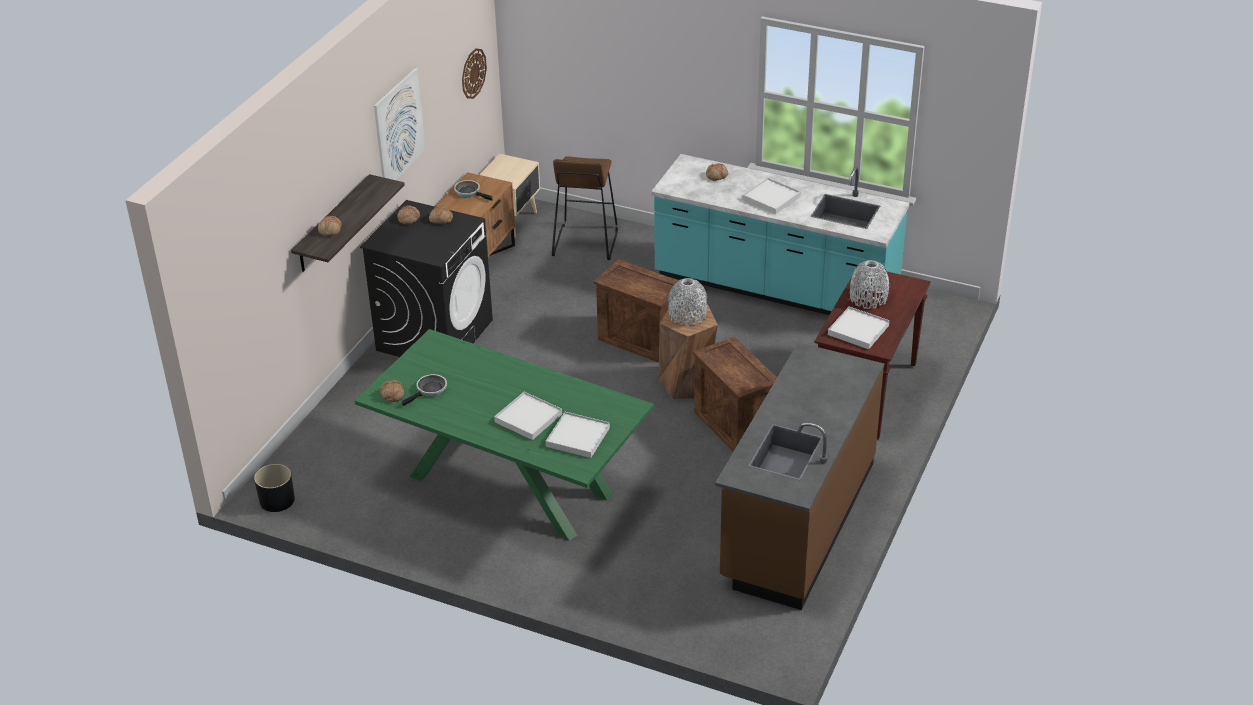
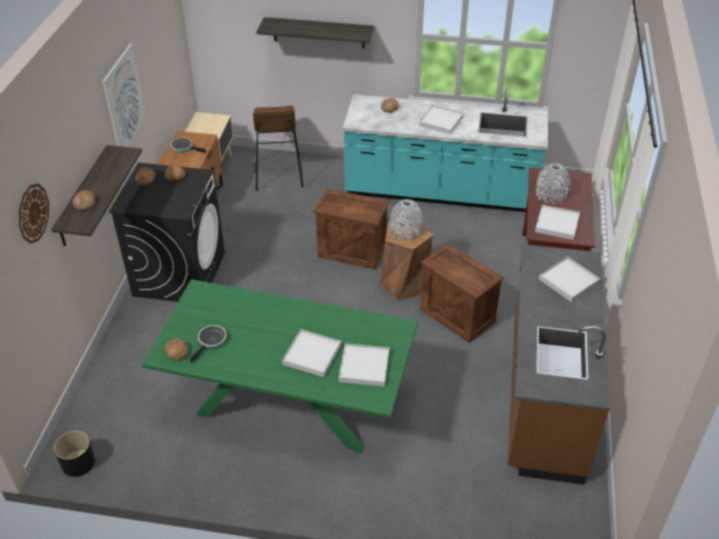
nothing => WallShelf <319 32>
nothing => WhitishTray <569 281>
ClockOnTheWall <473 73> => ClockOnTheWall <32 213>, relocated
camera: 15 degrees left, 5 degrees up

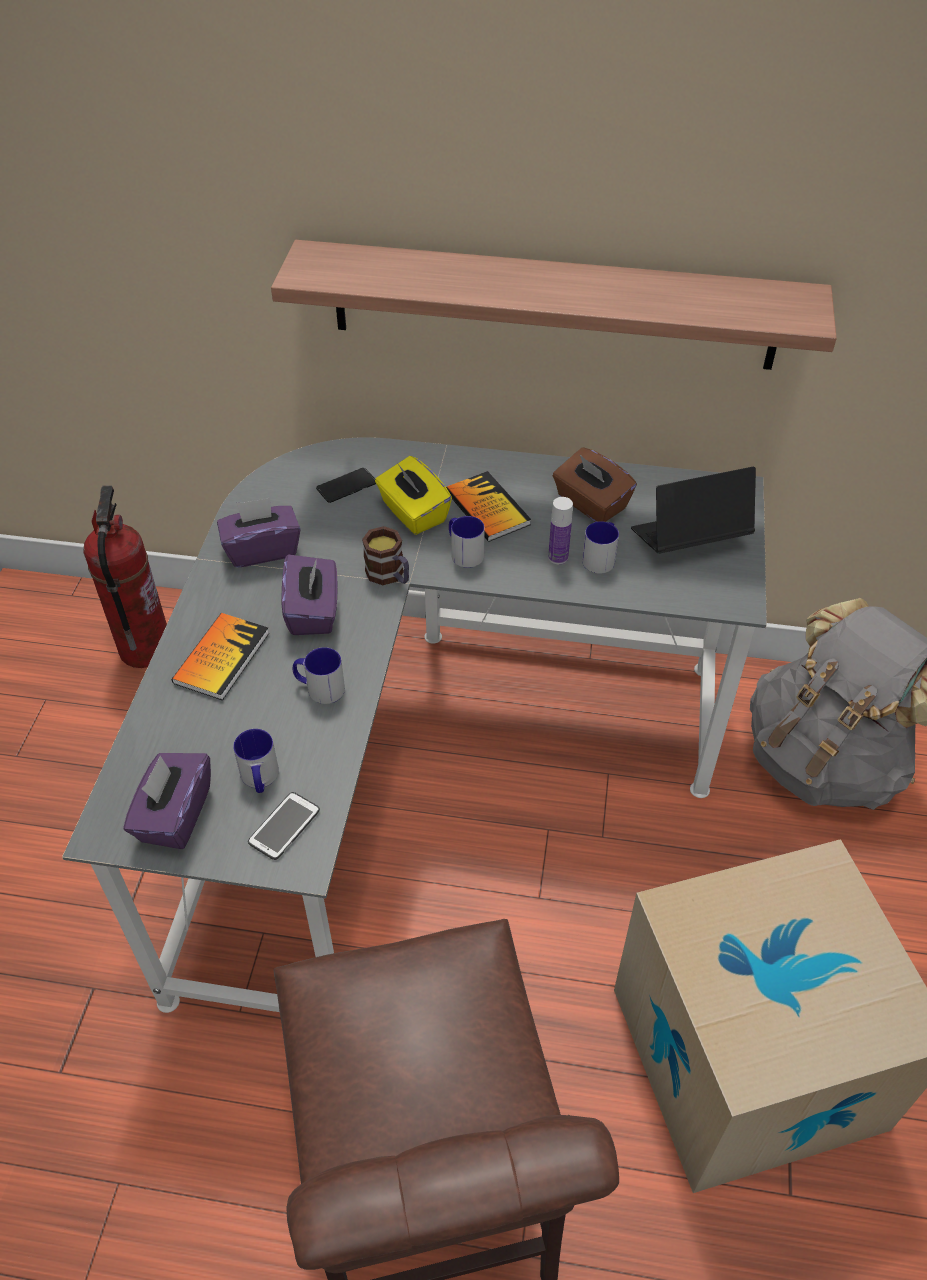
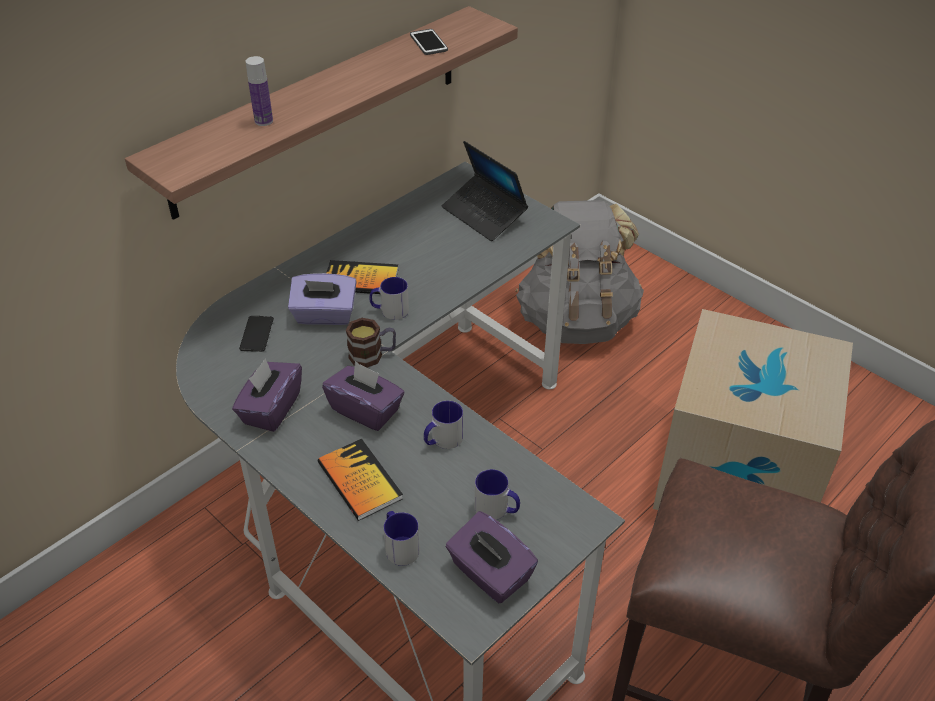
Extinguisher <145 649> => nothing
BrownColouredTissueBox <590 504> => nothing
Handset <284 826> => Handset <428 43>, relocated
Bottle <558 557> => Bottle <263 121>, relocated
TeaMug <601 557> => TeaMug <399 546>, relocated
YellowishTissueBox <413 513> => PurpleTissueBox <324 315>
PortableComputer <689 539> => PortableComputer <484 214>, 60 degrees counterclockwise
camera: 55 degrees left, 5 degrees down

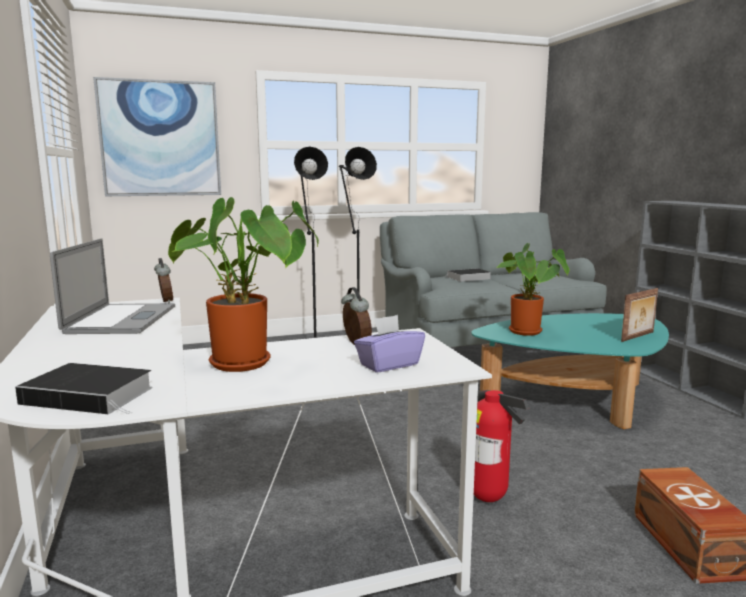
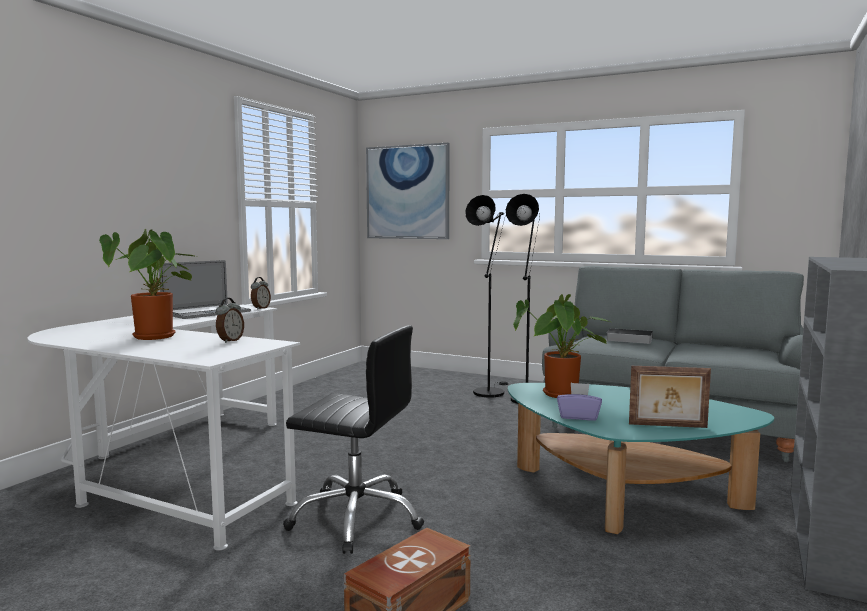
Book <92 395> => nothing
PurpleTissueBox <388 364> => PurpleTissueBox <578 416>, relocated
Extinguisher <488 499> => BlackishOfficeChair <356 518>
camera: 45 degrees right, 5 degrees down

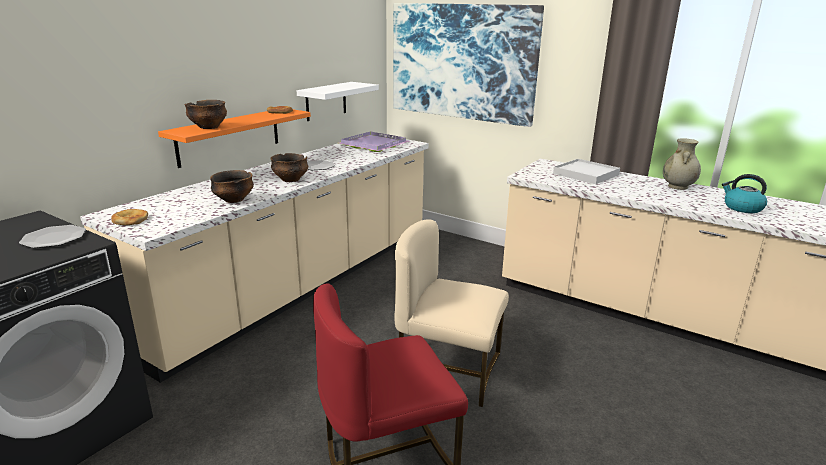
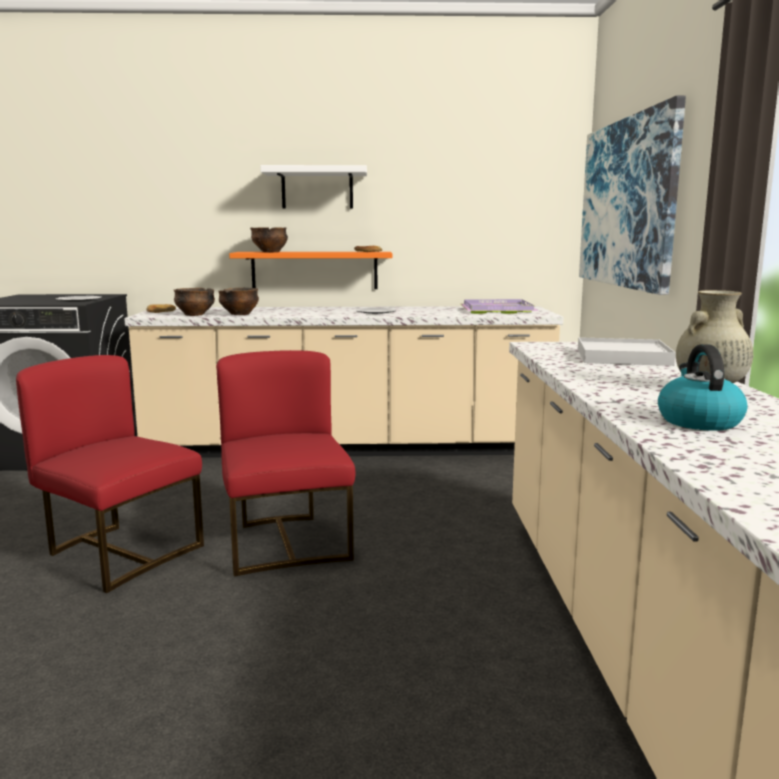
DeepDish <290 180> => DeepDish <195 315>, relocated
WhitishWallShelf <326 101> => WhitishWallShelf <317 188>, relocated
BeigeChair <448 369> => RedColouredChair <286 543>
camera: 55 degrees right, 10 degrees down

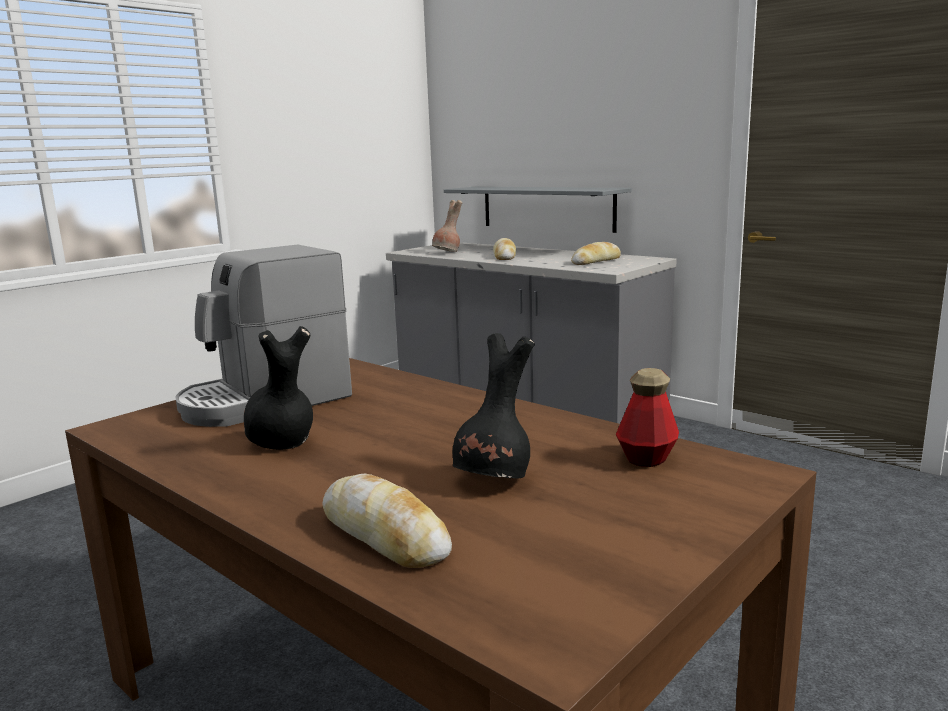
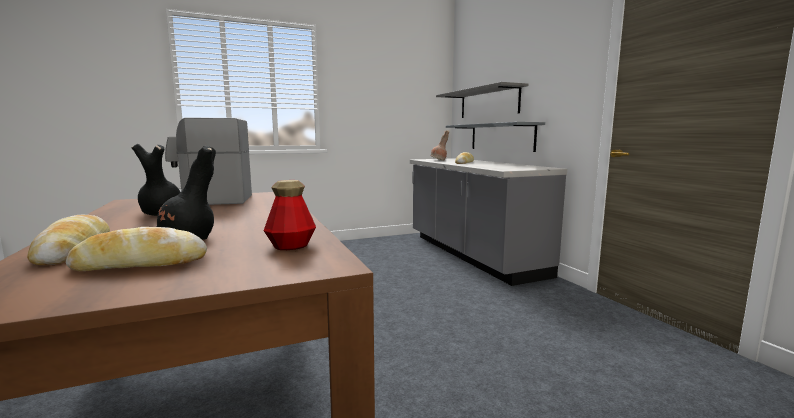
nothing => GreyWallShelf <488 103>
BakedBread <596 261> => BakedBread <140 264>, relocated
camera: 25 degrees right, 5 degrees down

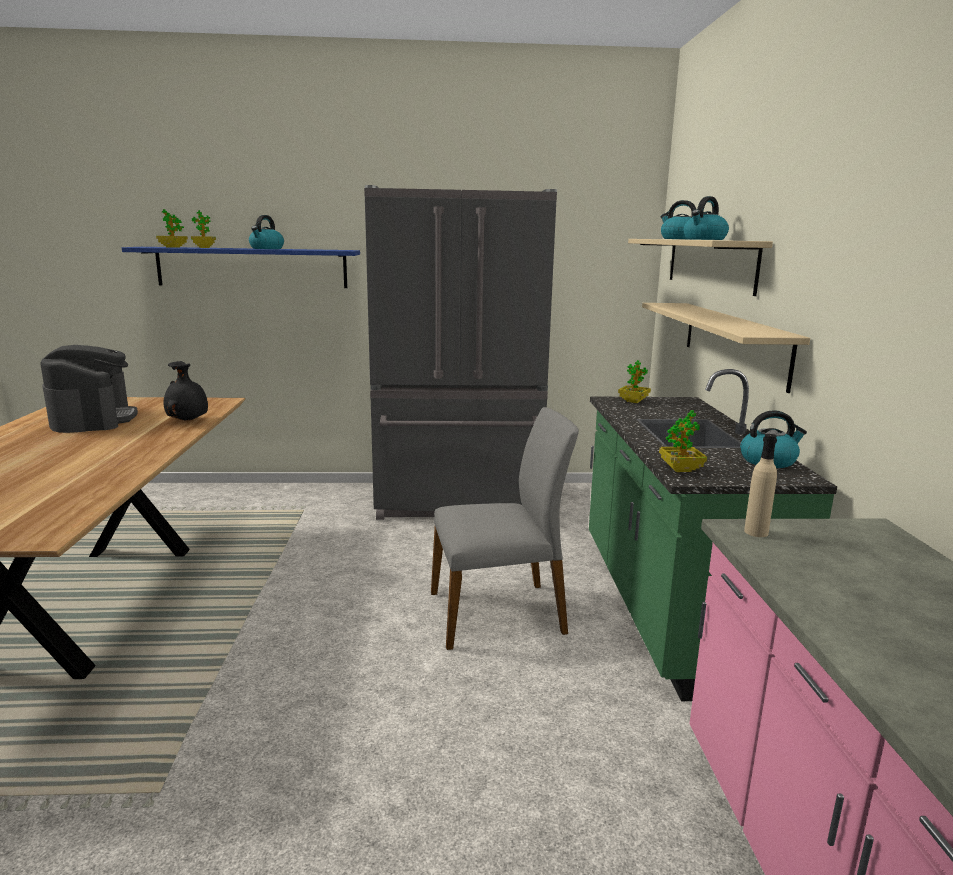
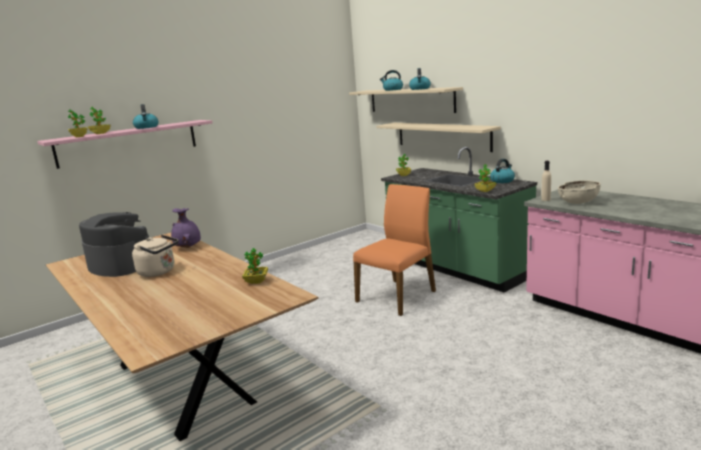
GreyRefrigerator <458 502> => nothing
nothing => BeigeWaterKettle <159 272>
nothing => PottedPlant <256 281>
nothing => BeigeDeepDish <578 202>
BlueColouredWallShelf <252 267> => PinkishWallShelf <128 143>
BlackishDecorativeVase <188 421> => PurpleDecorativeVase <188 247>
GreyChair <498 613> => OrangeChair <397 296>
camera: 35 degrees left, 0 degrees up

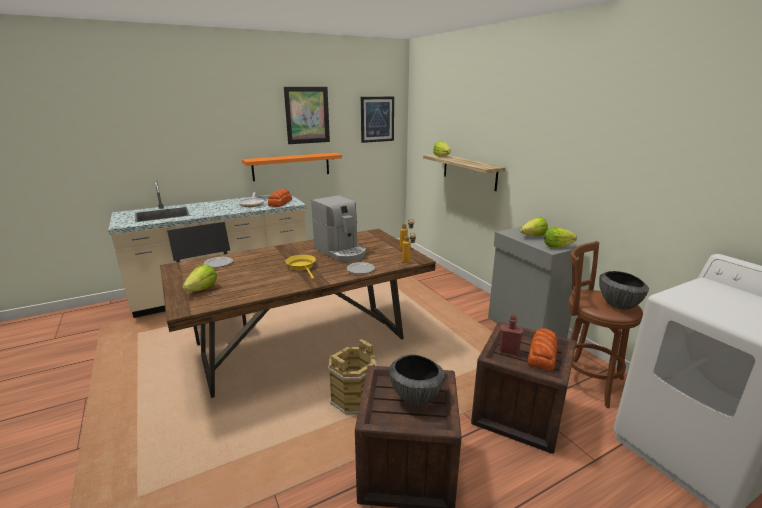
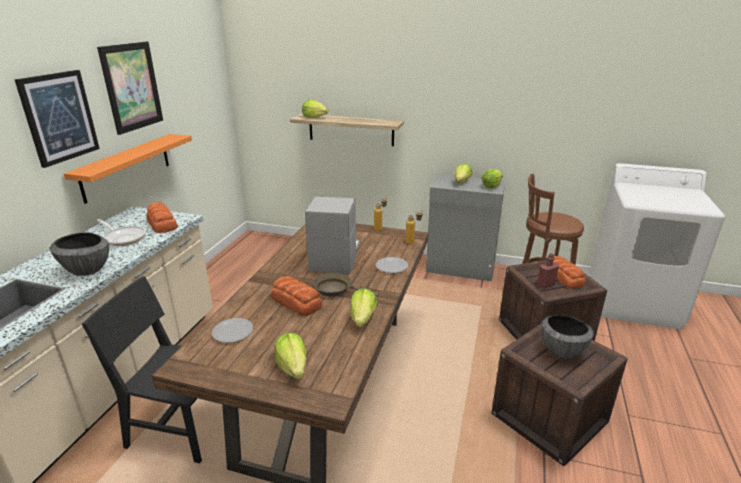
BrownColouredWaterBucket <354 399> => nothing
nothing => BakedBread <296 301>
nothing => Lettuce <363 319>
WallPicture <377 119> => WallPicture <59 117>, relocated
DeepDish <618 305> => DeepDish <87 270>, relocated
YellowishFryingPan <302 267> => BrownColouredFryingPan <336 289>
CoffeeMaker <341 252> => CoffeeMaker <335 257>, 90 degrees counterclockwise
camera: 45 degrees left, 5 degrees up

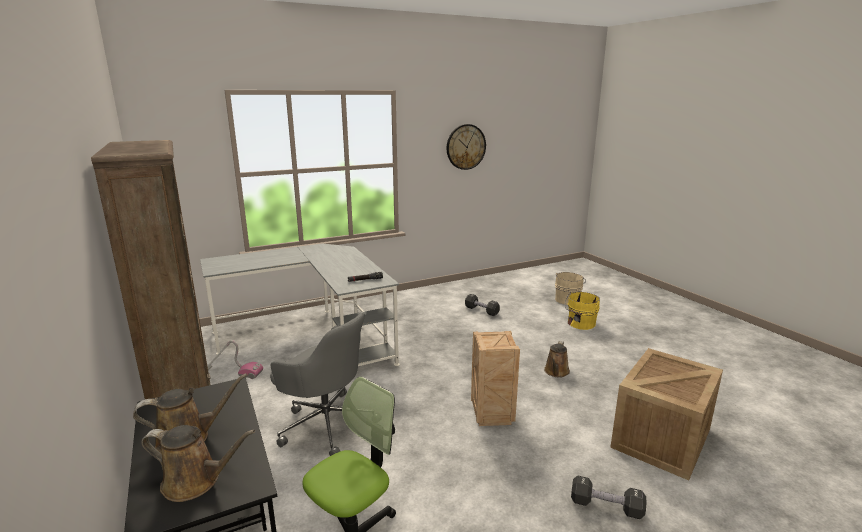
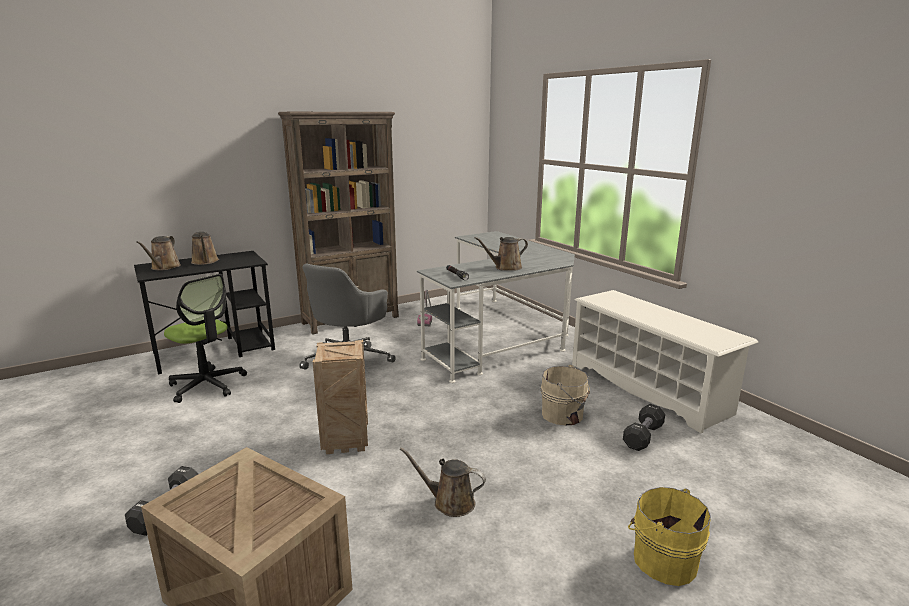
ClockOnTheWall <466 147> => nothing
nothing => BrownColouredWateringPot <505 268>
nothing => WhitishShoeShelf <648 388>
BeigeWaterBucket <568 300> => BeigeWaterBucket <564 415>, relocated
camera: 85 degrees right, 0 degrees up

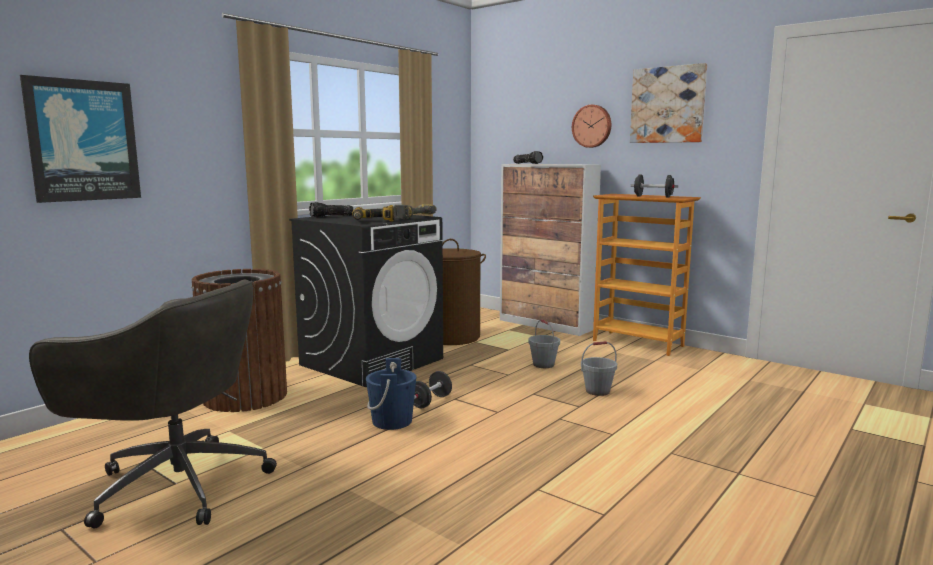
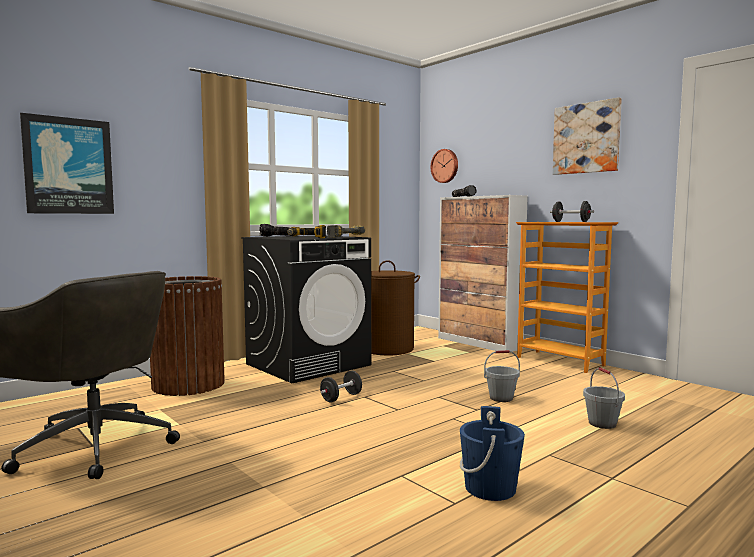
BlueColouredWaterBucket <392 421> => BlueColouredWaterBucket <490 488>, relocated
GreyWaterBucket <544 365> => GreyWaterBucket <602 423>, relocated
ClockOnTheWall <592 126> => ClockOnTheWall <445 166>, relocated
camera: 10 degrees right, 5 degrees down

